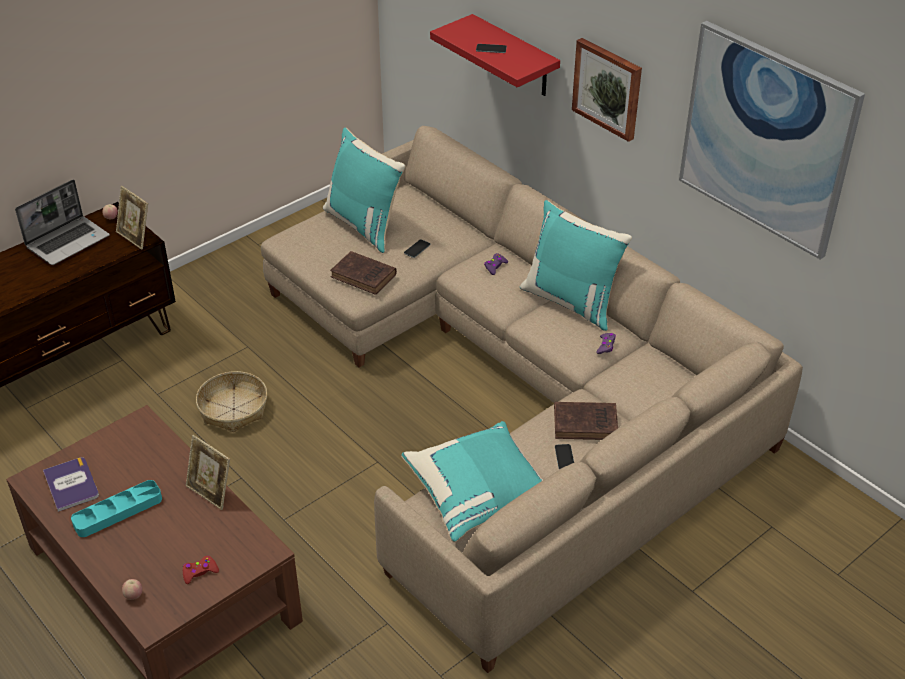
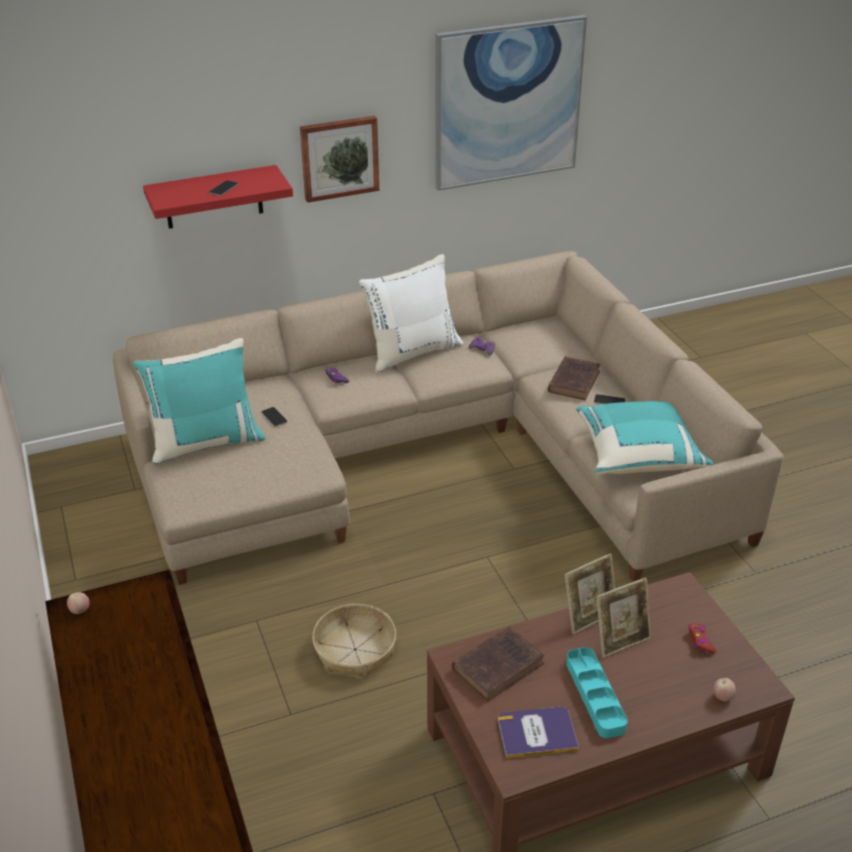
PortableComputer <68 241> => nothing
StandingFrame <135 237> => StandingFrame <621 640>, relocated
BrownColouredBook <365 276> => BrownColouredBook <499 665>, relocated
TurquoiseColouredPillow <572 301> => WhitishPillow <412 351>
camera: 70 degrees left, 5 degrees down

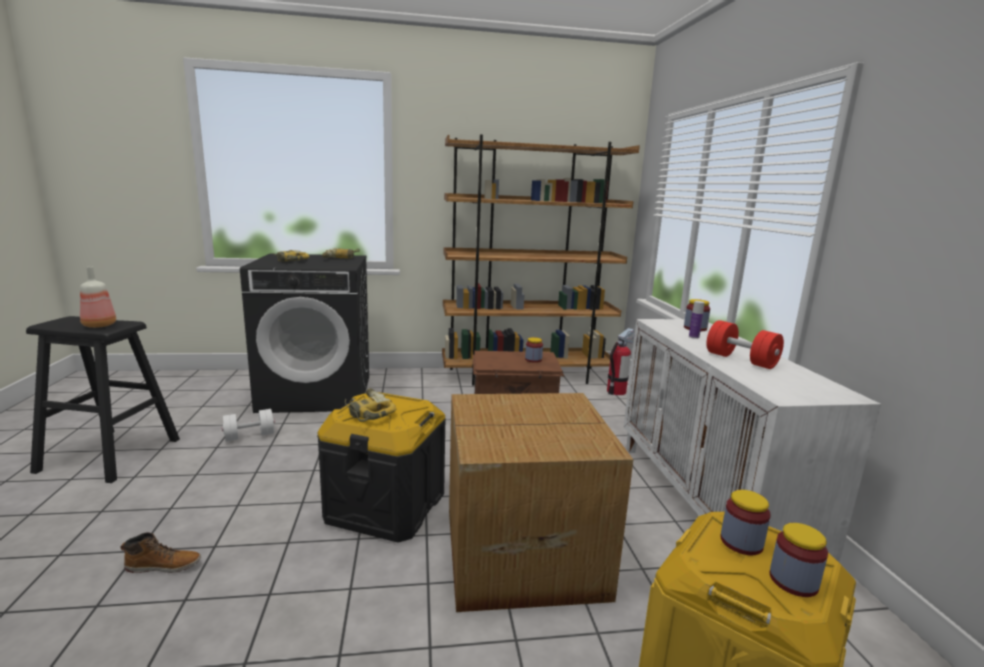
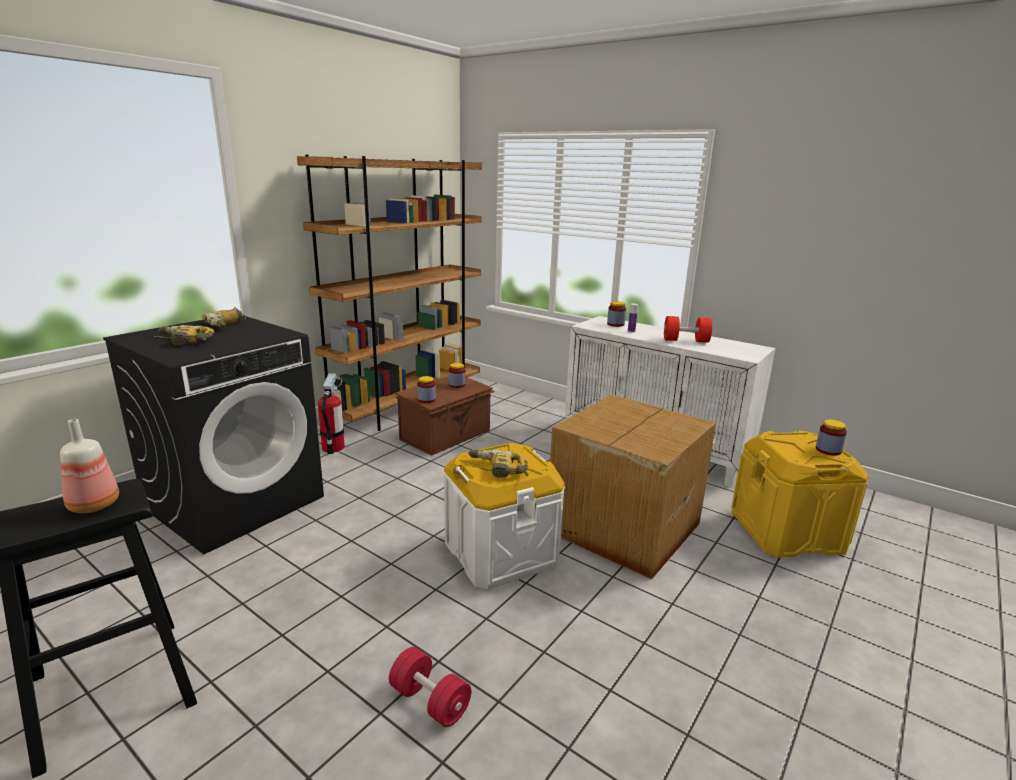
WhitishHandWeight <249 436> => nothing
Extinguisher <616 391> => Extinguisher <333 447>, relocated
StorageJar <741 542> => StorageJar <426 399>, relocated
HighTopBoot <164 565> => RedColouredHandWeight <430 701>
BlackishStorageBox <385 506> => WhitishStorageBox <501 553>
camera: 45 degrees left, 5 degrees up

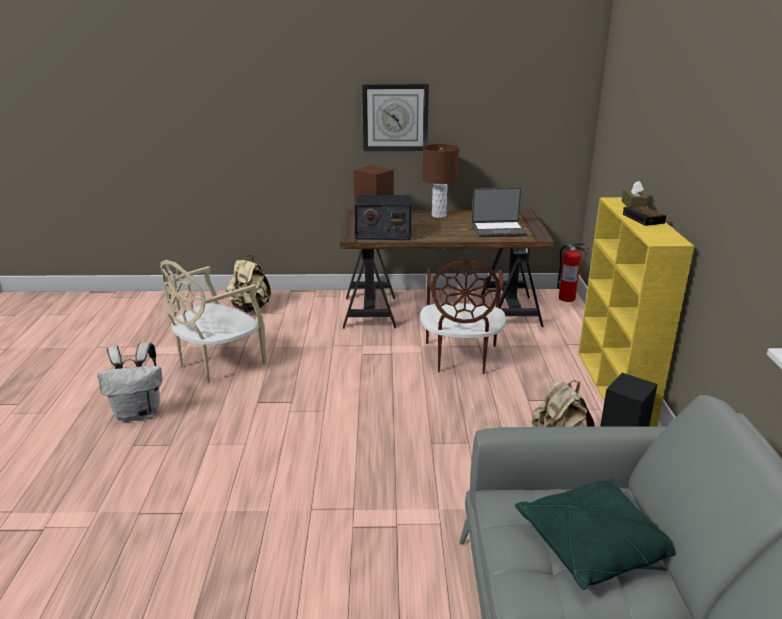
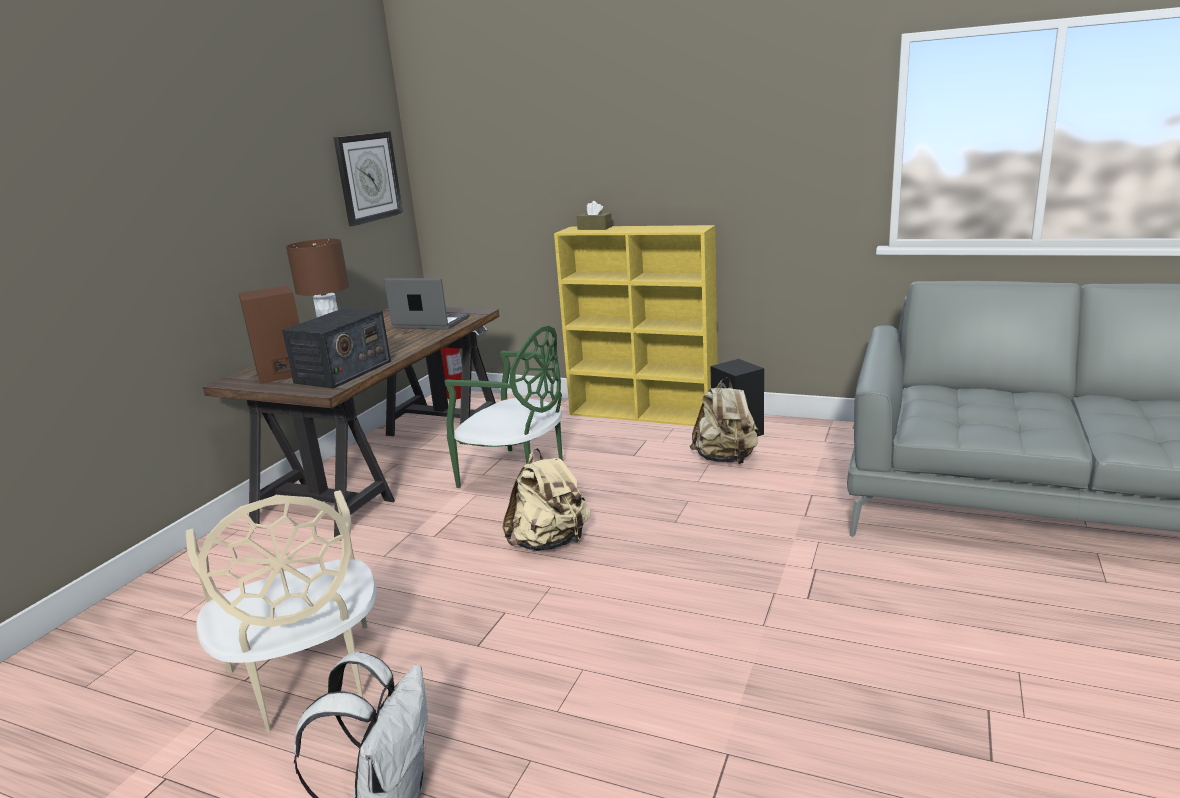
GreenColouredPillow <593 545> => nothing
BedsideClock <644 219> => nothing
BeigeKnapsack <250 308> => BeigeKnapsack <550 543>, relocated
ClockOnTheWall <395 117> => ClockOnTheWall <368 177>, relocated
BrownColouredChair <460 358> => GreenColouredChair <516 474>
PortableComputer <498 230> => PortableComputer <430 323>, 90 degrees counterclockwise
camera: 65 degrees left, 5 degrees down

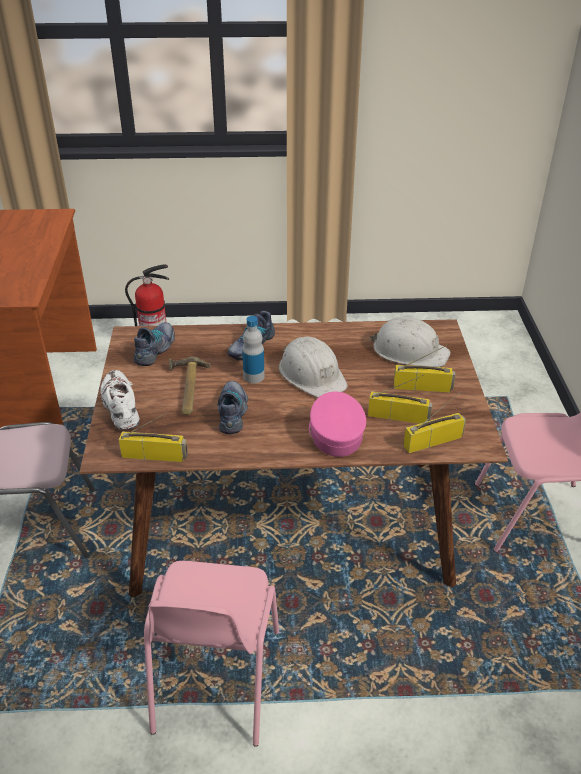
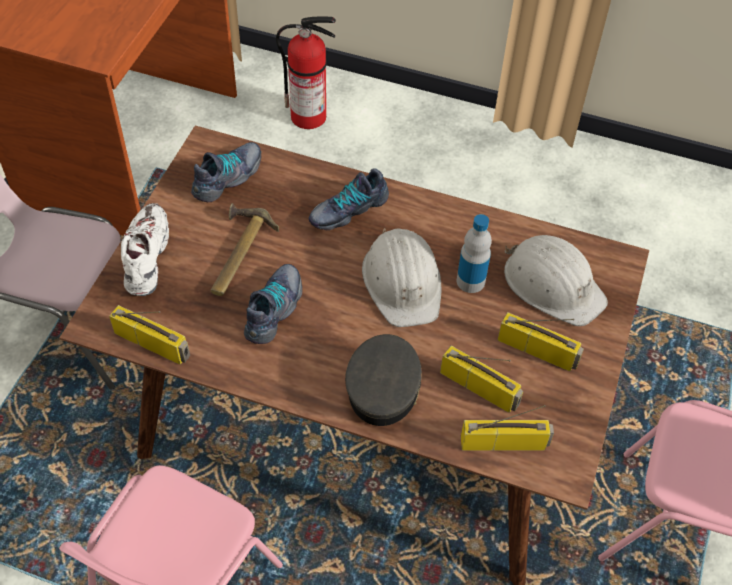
Bottle <253 376> => Bottle <470 281>, relocated
PinkishBaseballCap <335 433> => GreyBaseballCap <384 386>
camera: 20 degrees right, 15 degrees up

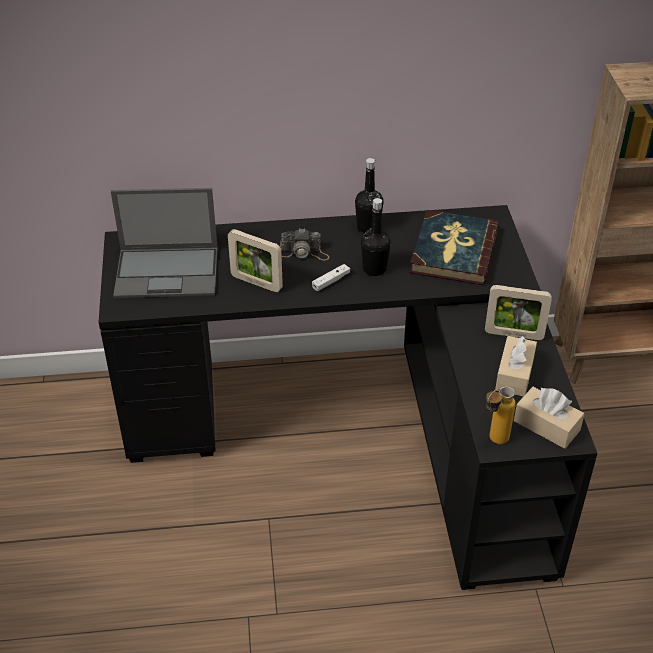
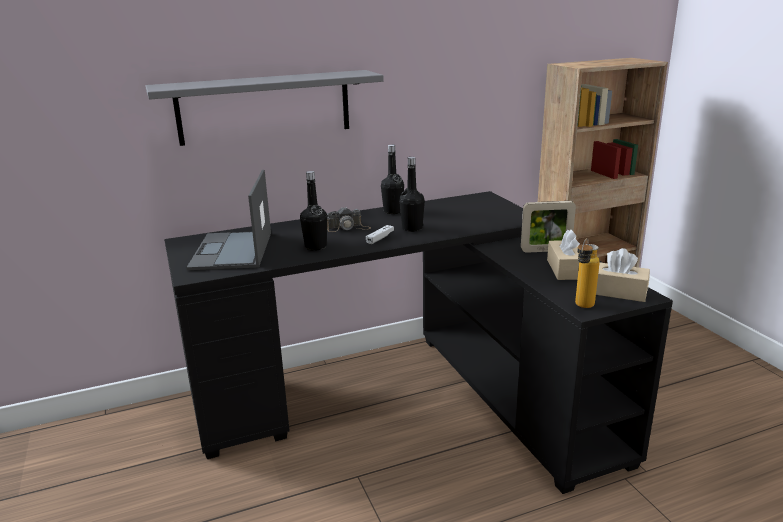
Book <453 251> => nothing
nothing => GreyWallShelf <265 107>
StandingFrame <256 283> => BlackishBottle <315 247>
PortableComputer <168 272> => PortableComputer <232 251>, 105 degrees clockwise
camera: 15 degrees left, 20 degrees down

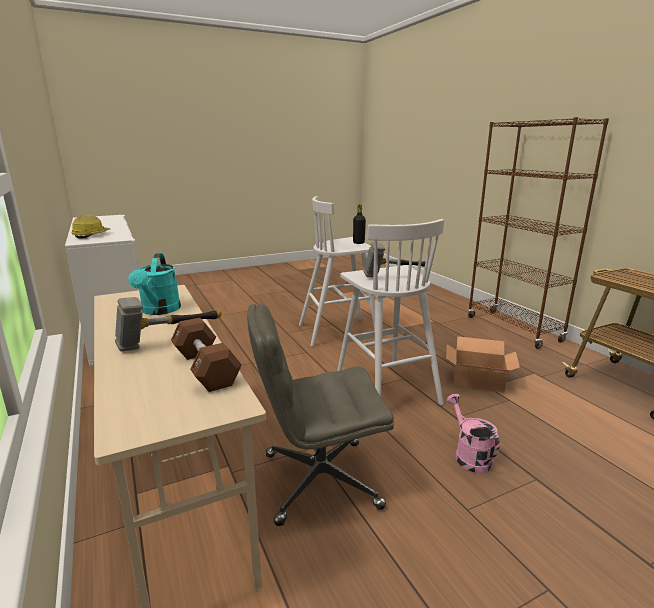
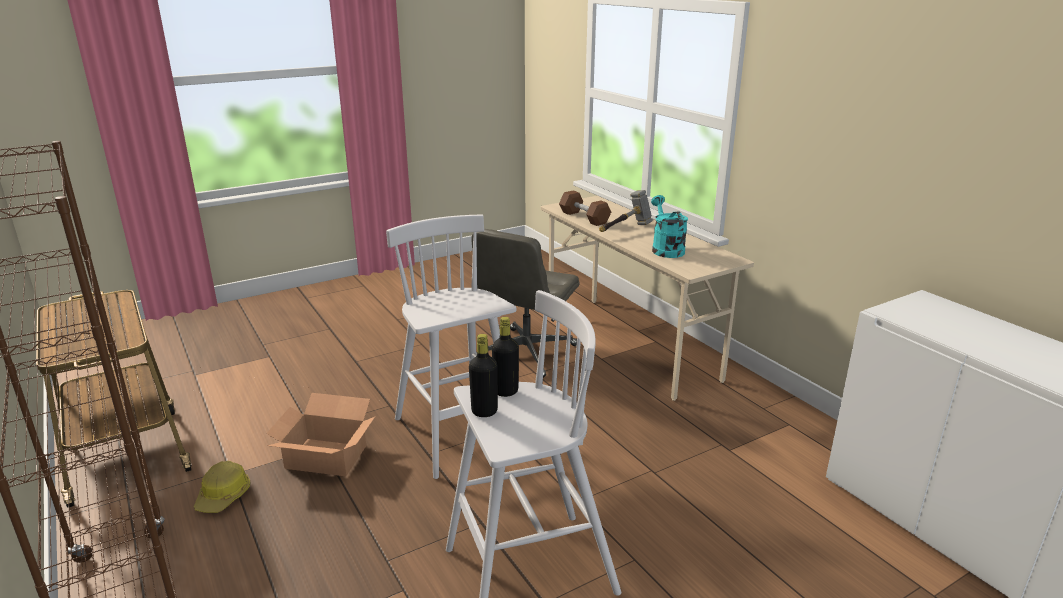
HandHammer <396 276> => nothing
PinkishWateringPot <469 455> => nothing
nothing => BlackishBottle <506 391>
SafetyHelmet <91 235> => SafetyHelmet <224 496>, relocated
GreyOfficeChair <319 480> => GreyOfficeChair <526 353>, 135 degrees clockwise
camera: 175 degrees right, 5 degrees up

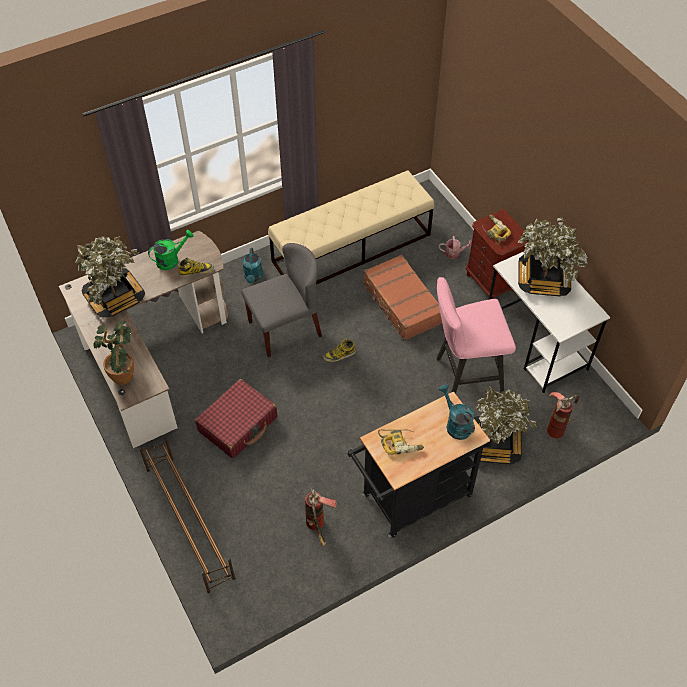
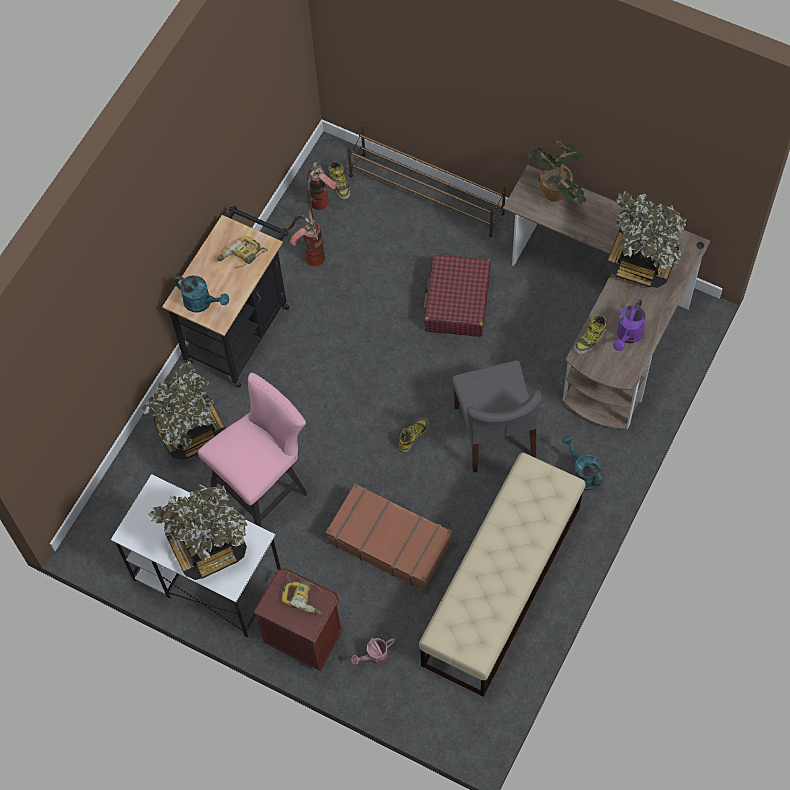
nothing => HighTopBoot <340 184>
Extinguisher <557 426> => Extinguisher <320 209>, relocated
GreenColouredWateringPot <171 260> => PurpleWateringPot <628 336>
GreyChair <285 328> => GreyChair <495 432>, 45 degrees counterclockwise
camera: 150 degrees right, 10 degrees up

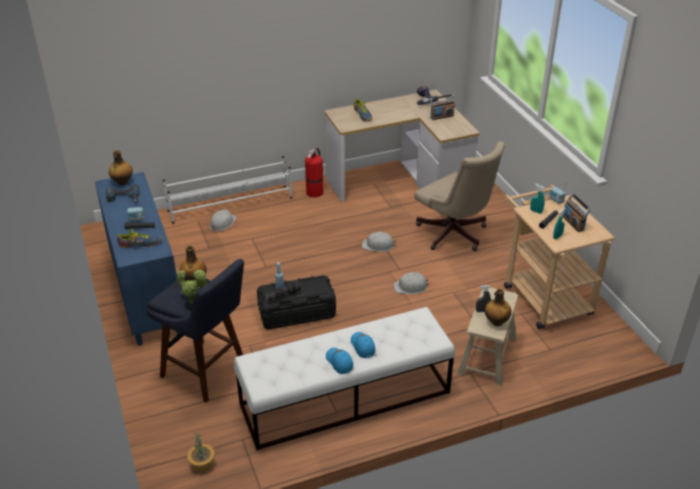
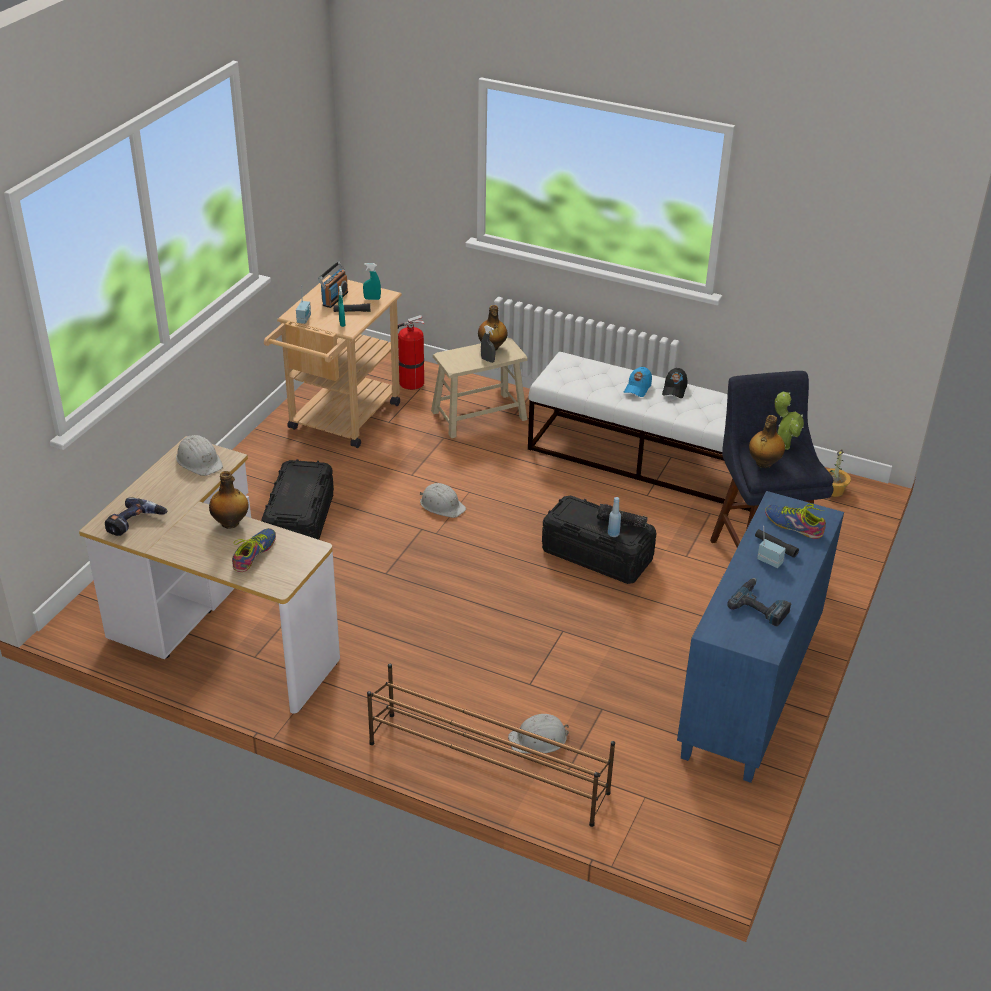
RadioReceiver <441 116> => nothing
Bottle <122 182> => Bottle <231 523>, relocated
Extinguisher <315 192> => Extinguisher <410 383>, relocated
WhitishSafetyHelmet <378 245> => WhitishSafetyHelmet <199 461>, relocated
BeigeOfficeChair <454 235> => BlackishStorageBox <300 523>
WhitishShoeShelf <231 204> => BrownColouredShoeShelf <487 767>
BlueColouredBaseballCap <339 362> => BlackishBaseballCap <674 389>
camera: 135 degrees left, 0 degrees up

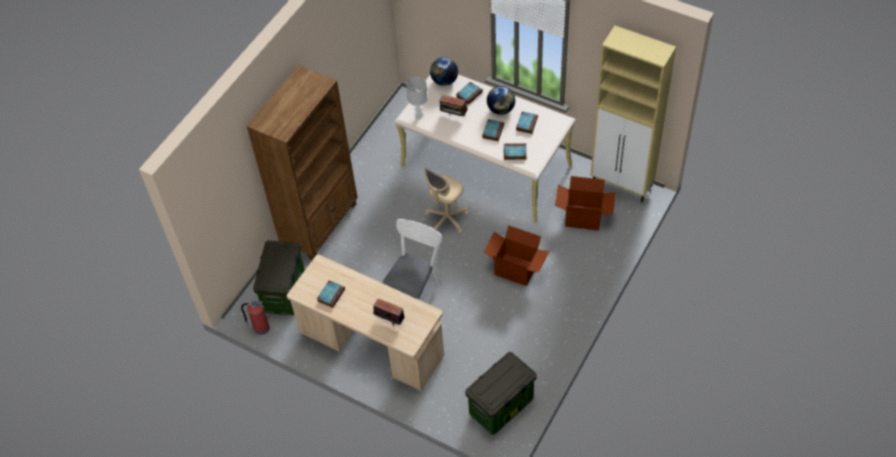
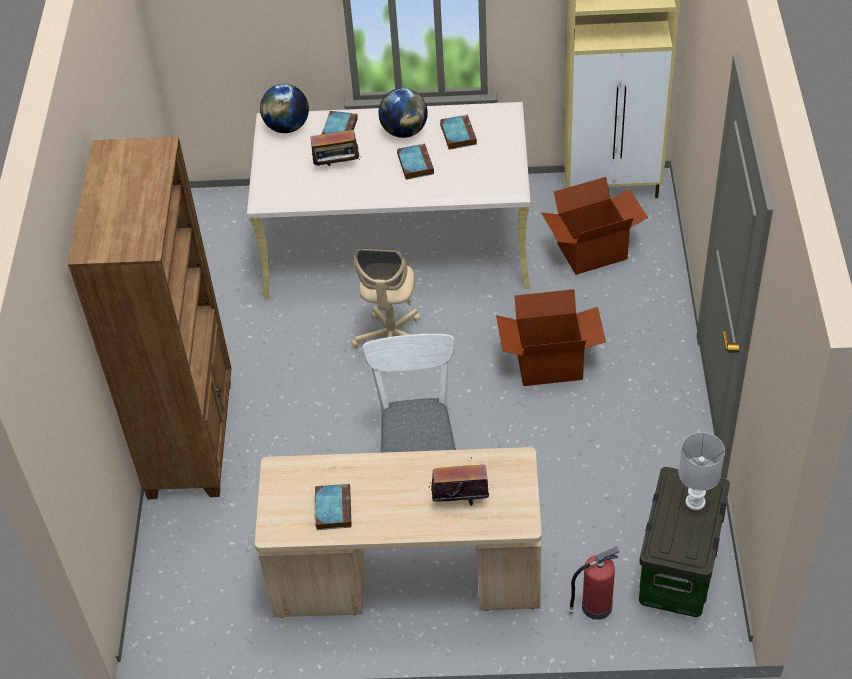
StorageBox <284 293> => nothing
Book <514 153> => nothing
Extinguisher <260 327> => Extinguisher <595 606>, relocated
WhitishLampForATable <419 114> => WhitishLampForATable <695 501>, relocated
camera: 30 degrees left, 5 degrees down

